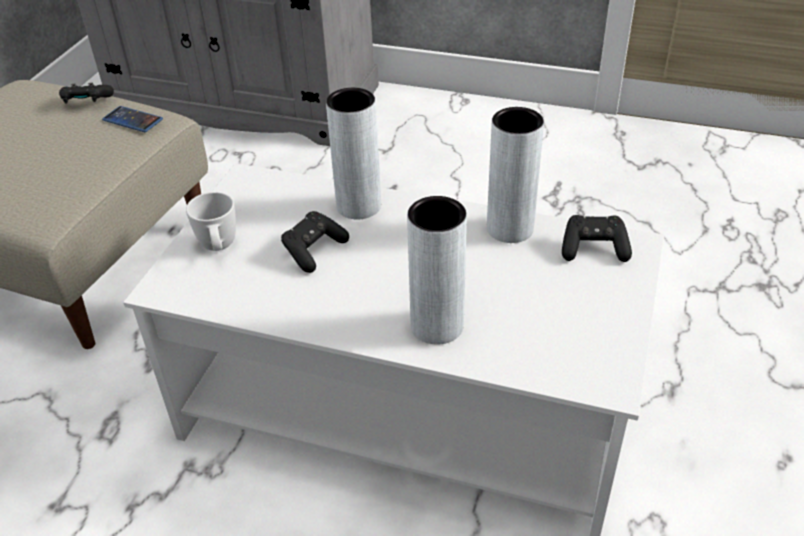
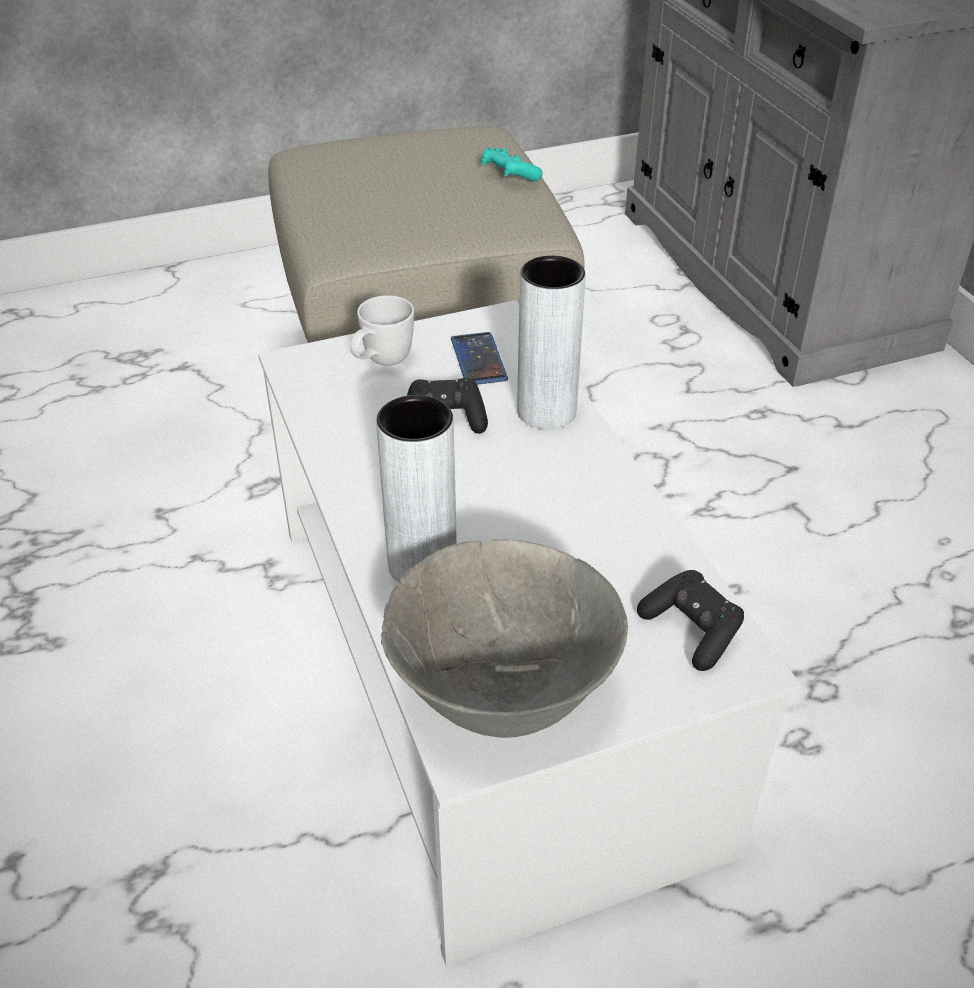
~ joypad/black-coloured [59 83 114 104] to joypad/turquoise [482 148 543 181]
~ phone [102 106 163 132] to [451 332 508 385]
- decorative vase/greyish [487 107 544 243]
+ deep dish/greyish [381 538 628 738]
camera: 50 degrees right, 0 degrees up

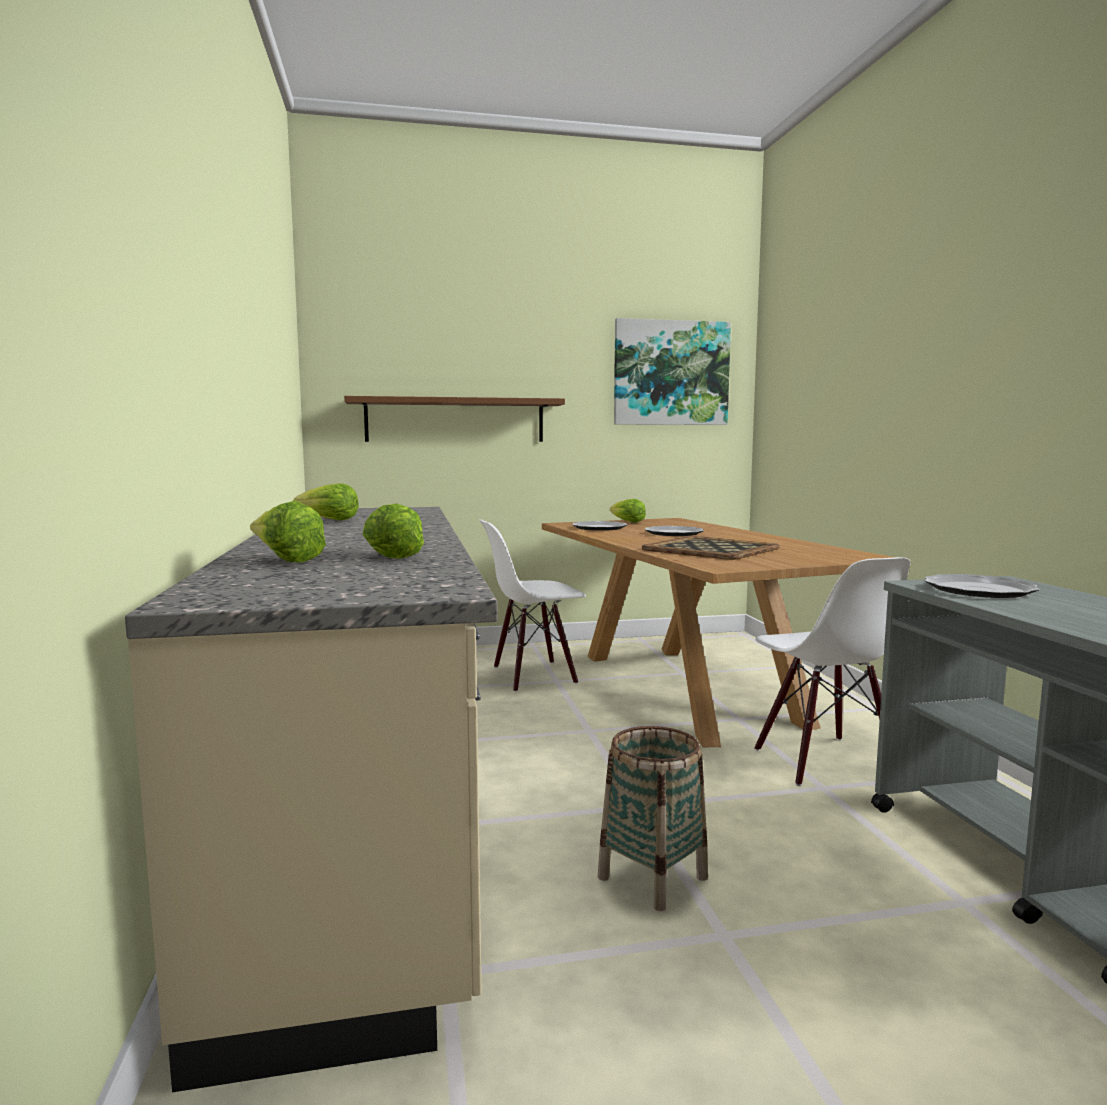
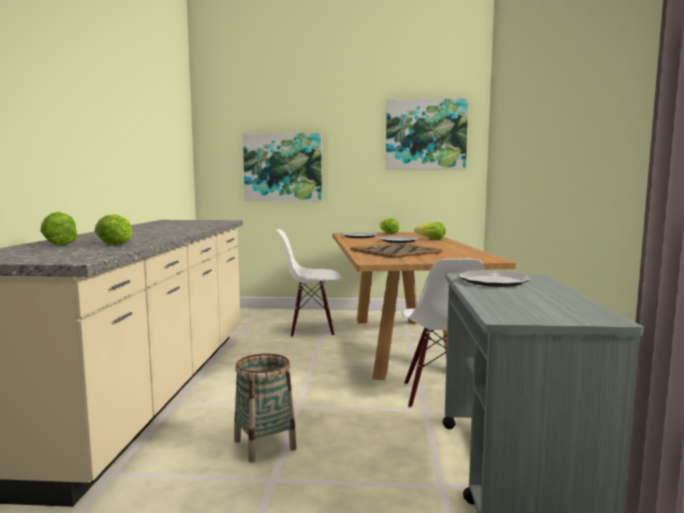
~ bracket shelf/brownish [344 396 565 442] to wall picture [243 133 322 201]
~ head of lettuce [293 484 359 520] to [415 222 445 239]
camera: 15 degrees right, 0 degrees up

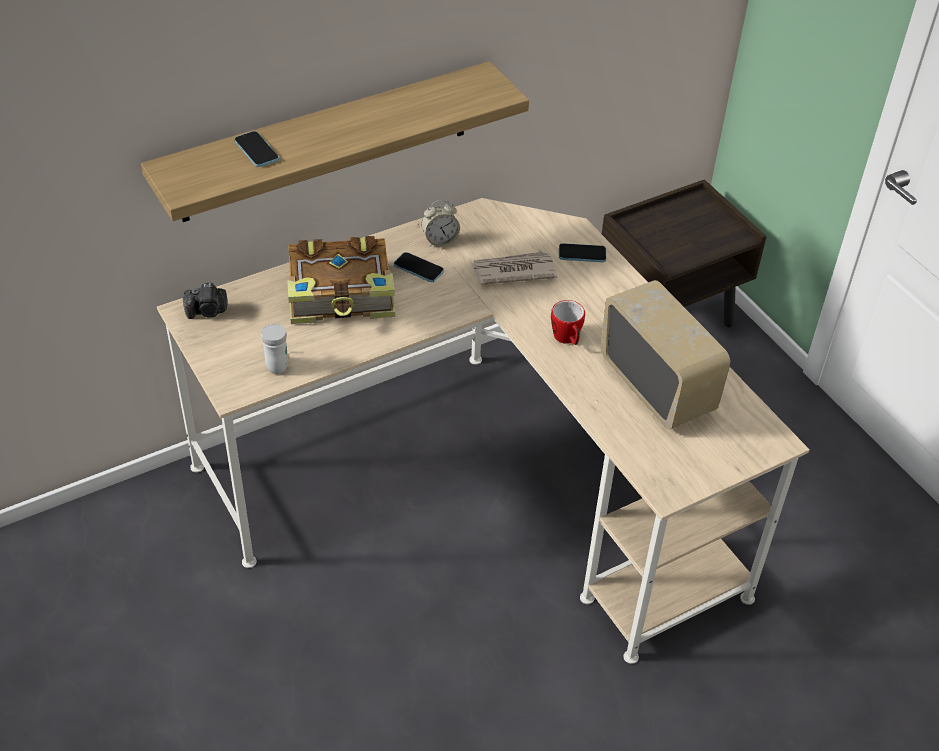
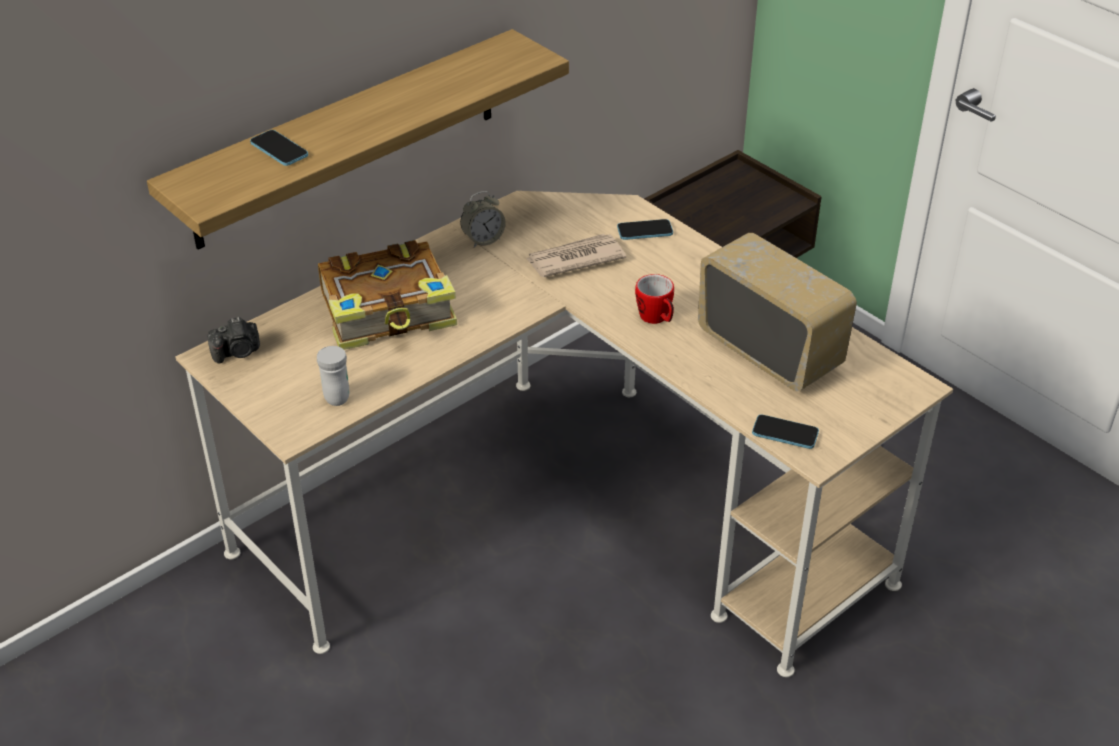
~ phone [394 252 444 282] to [752 415 819 449]
camera: 10 degrees left, 5 degrees down

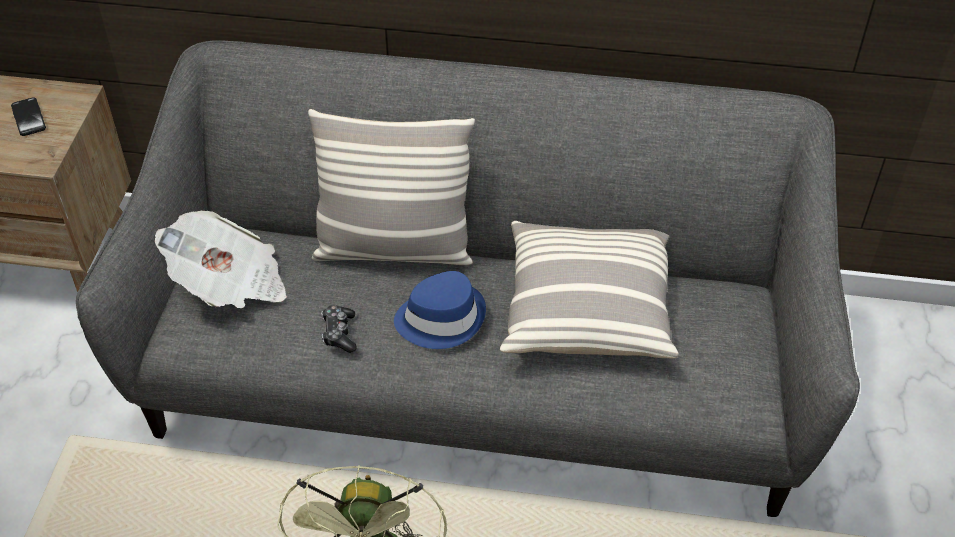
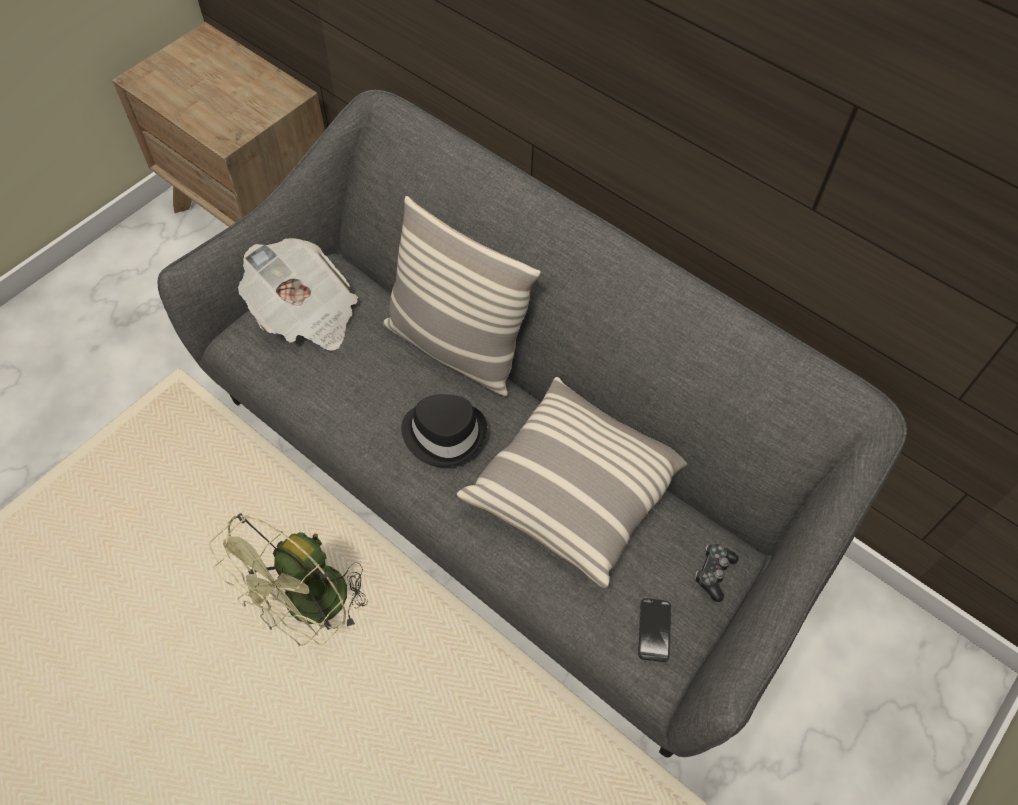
~ phone [11 97 46 136] to [638 598 671 662]
~ wearable hat/blue [394 271 486 349] to wearable hat/black-coloured [401 394 487 467]
~ joypad [321 305 357 353] to [695 544 739 602]
camera: 30 degrees right, 10 degrees up

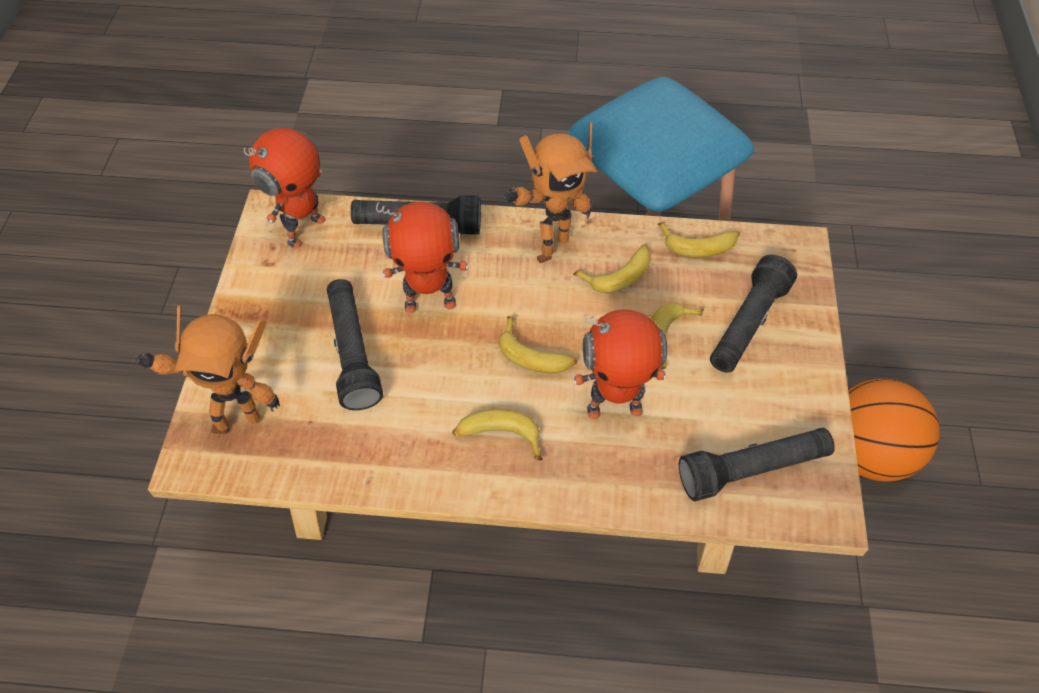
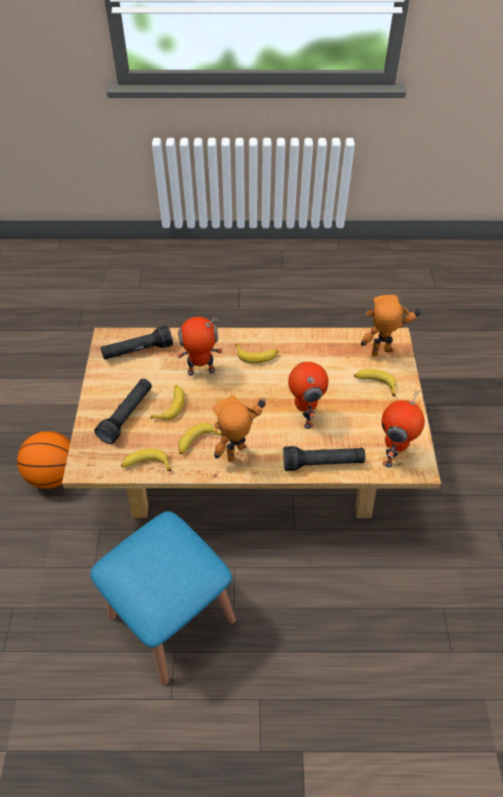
~ model robot [376 202 469 313] = [288 362 328 429] 90 degrees clockwise
- flashlight/black-coloured [327 279 383 410]
~ banana [499 316 577 373] to [354 369 397 396]
camera: 175 degrees right, 5 degrees down

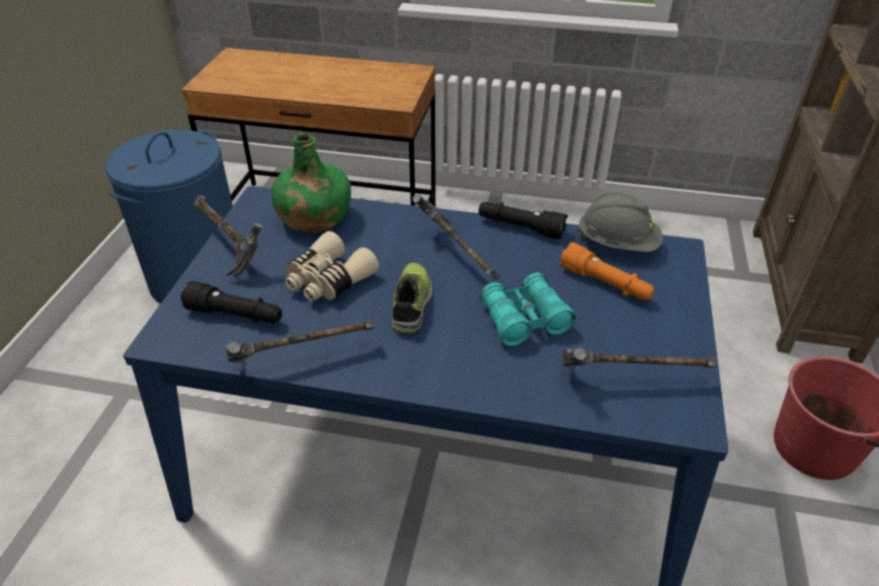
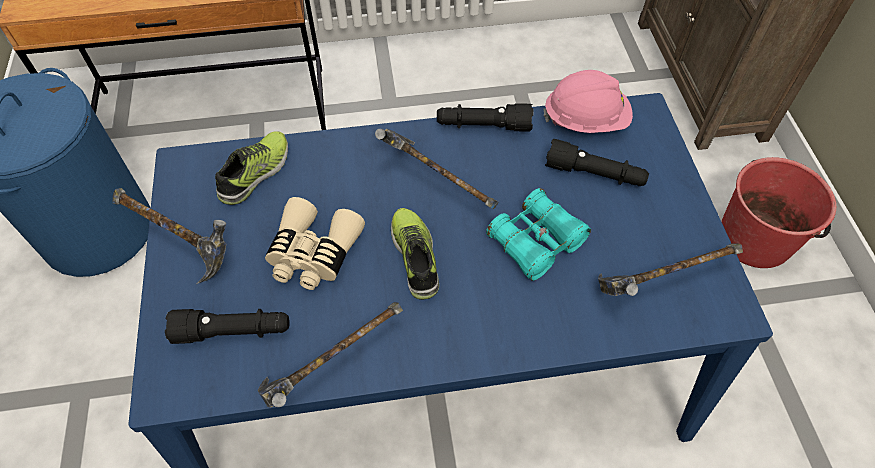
~ bottle/green [271 133 351 233] to shoe [215 131 288 205]
~ work helmet/greyish [577 192 663 252] to work helmet/pink-coloured [543 70 633 133]
~ flashlight/orange [560 242 655 300] to flashlight/black-coloured [545 139 649 186]
camera: 20 degrees left, 15 degrees up

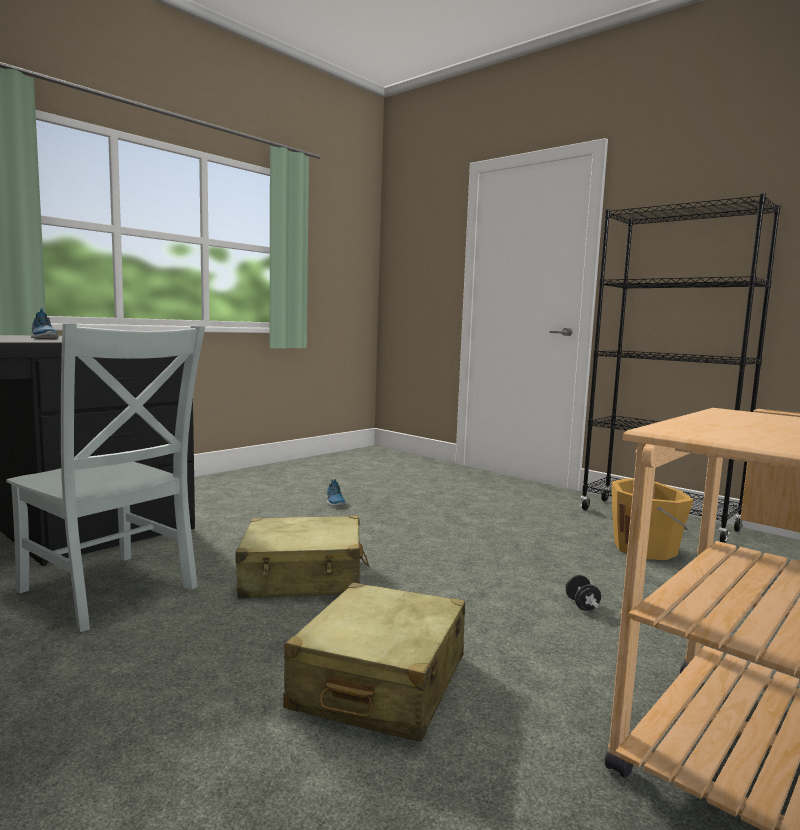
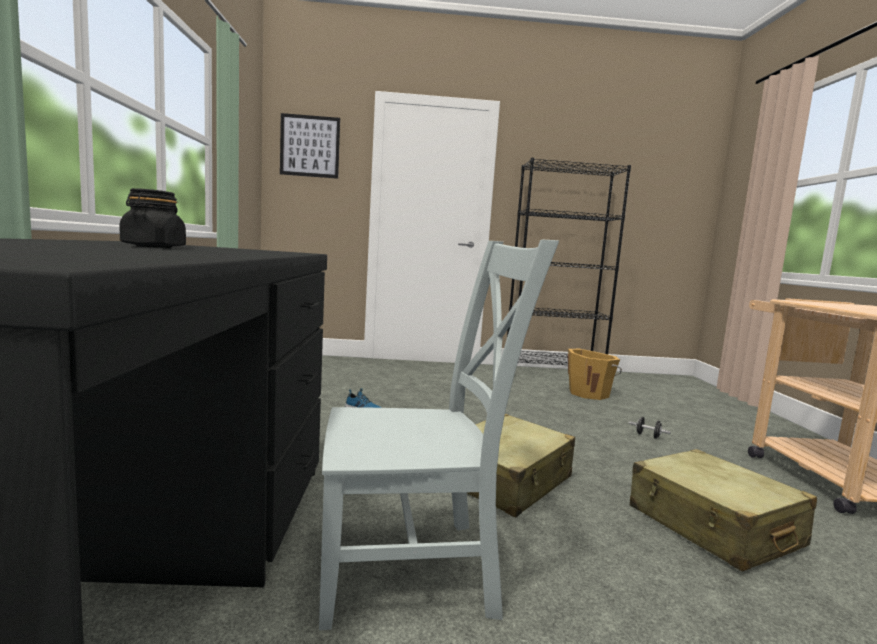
~ shoe [31 308 59 338] to storage jar/black-coloured [119 188 186 248]
+ wall picture [280 113 340 179]
camera: 45 degrees left, 0 degrees up

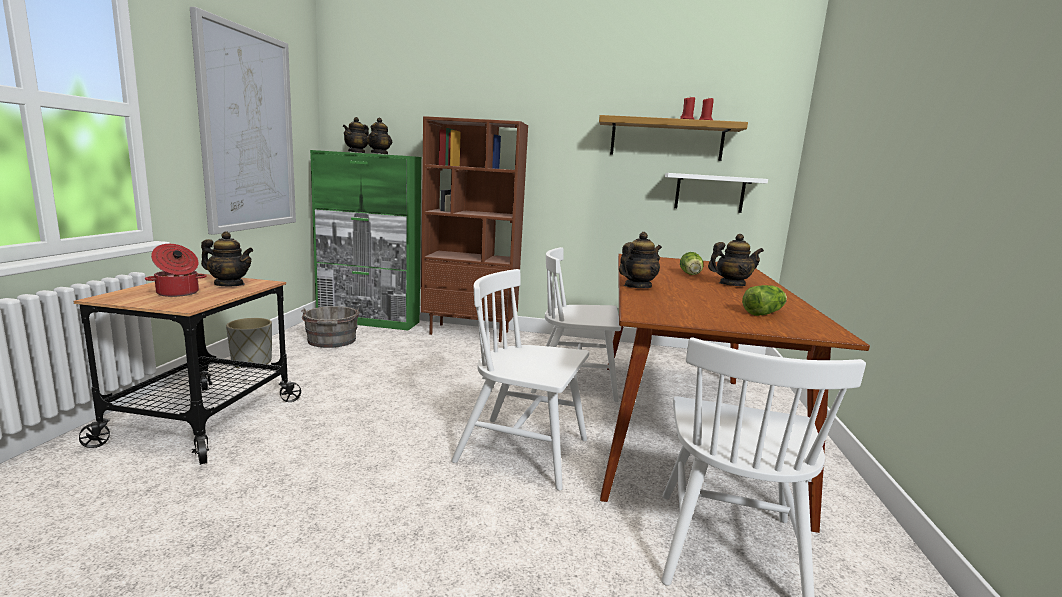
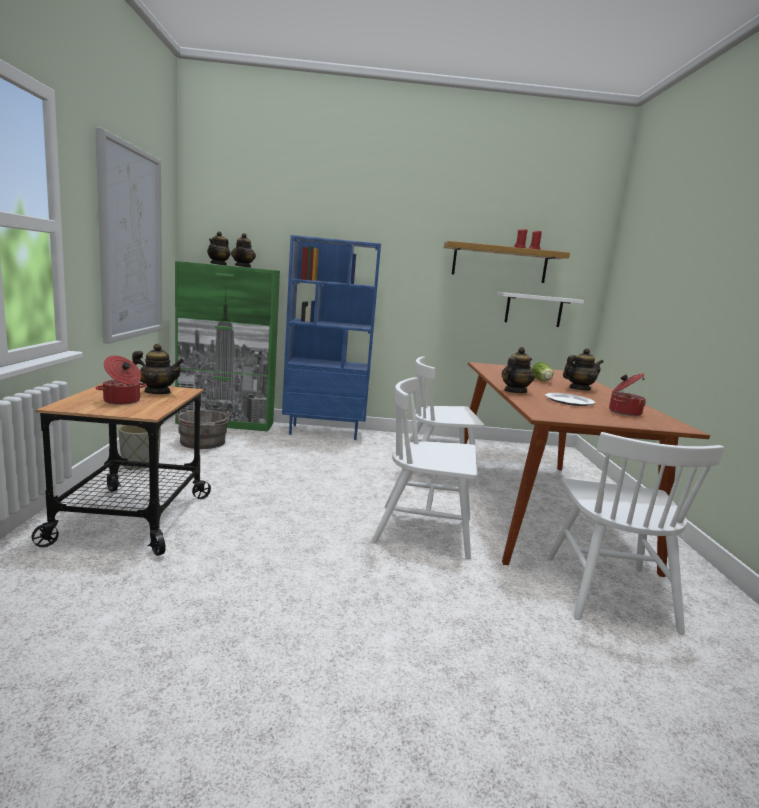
~ bookcase/brownish [421 116 528 342] to bookcase/blue [282 235 381 440]
~ head of lettuce [742 285 787 316] to stockpot [609 373 646 416]
+ plate [545 393 596 406]
camera: 10 degrees left, 0 degrees up

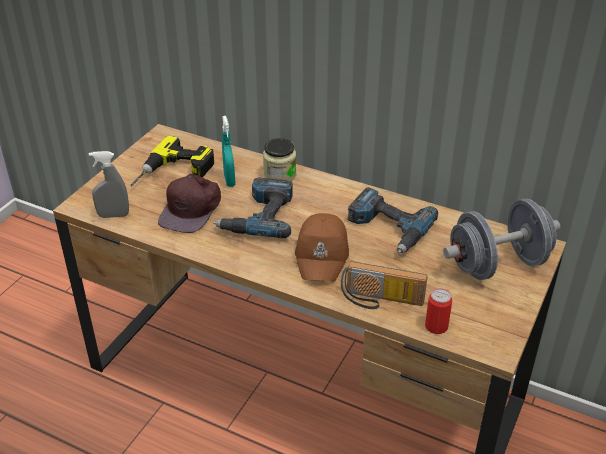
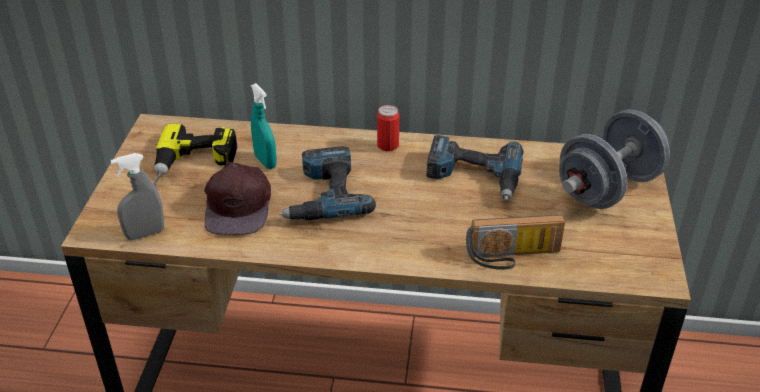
- storage jar [263 138 296 182]
- peaked cap/brownish [295 213 349 282]
~ metal can [425 288 452 334] to [377 105 399 151]
camera: 20 degrees left, 0 degrees up

